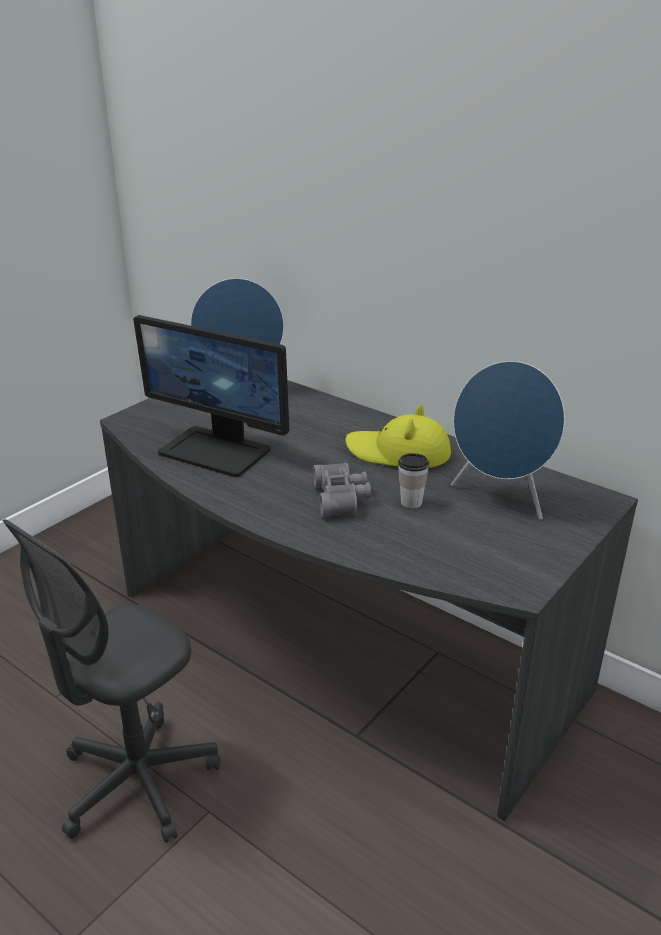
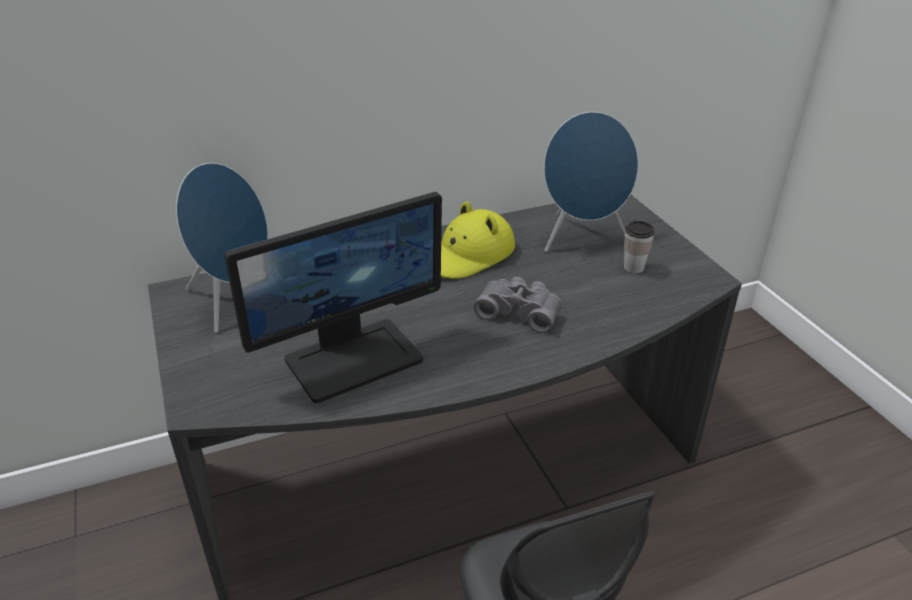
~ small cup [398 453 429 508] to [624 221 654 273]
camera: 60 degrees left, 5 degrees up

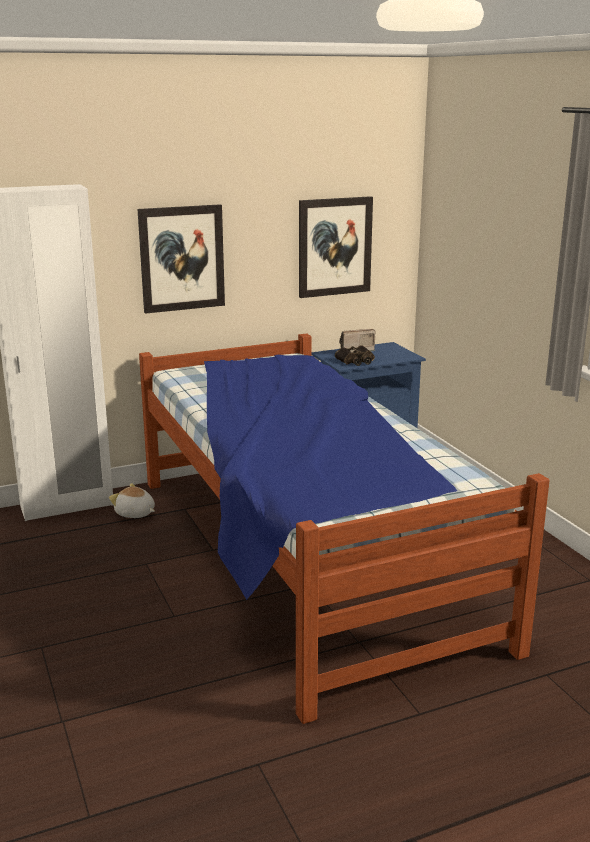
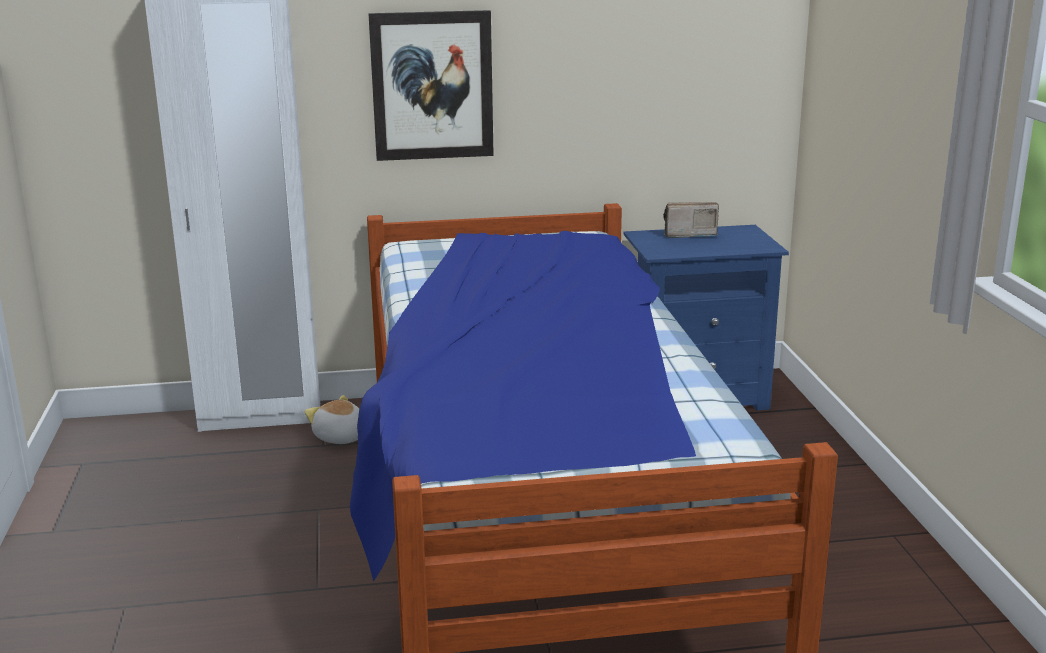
- wall picture [299 196 373 298]
- pair of binoculars [335 345 375 366]
camera: 15 degrees right, 0 degrees up

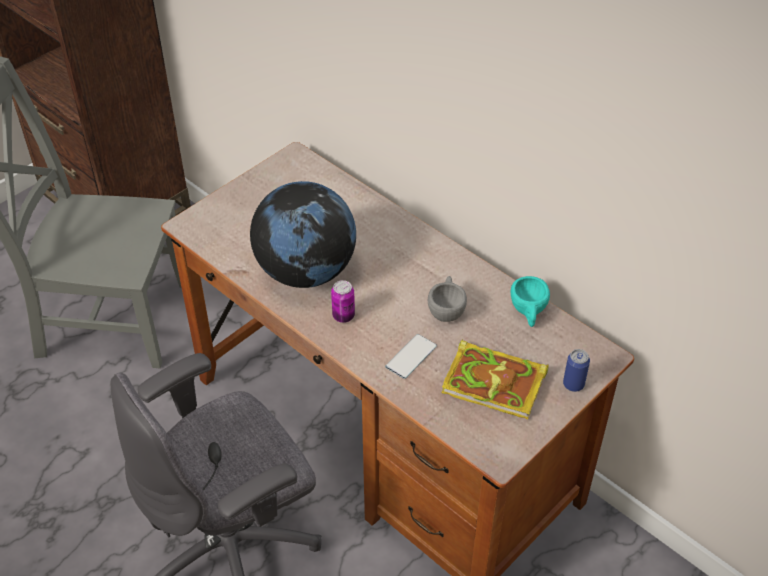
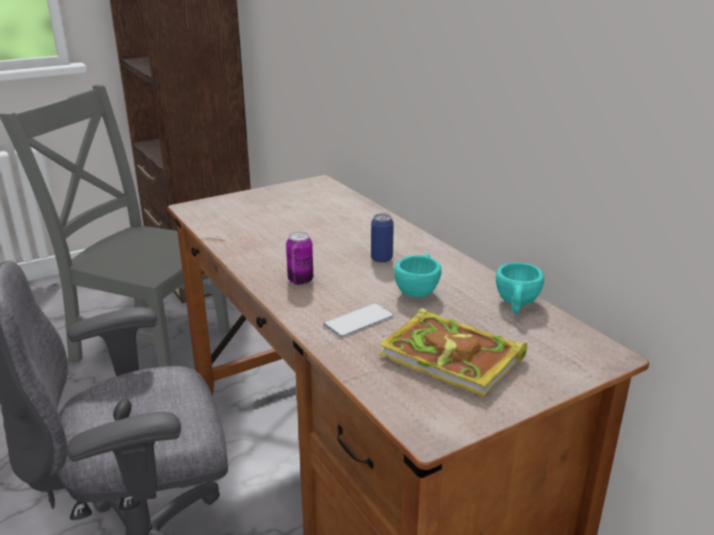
- world globe [250 181 356 288]
~ small cup/greyish [428 276 467 322] to small cup/turquoise [394 253 441 297]
~ metal can [563 349 590 392] to [371 213 394 263]
camera: 15 degrees right, 20 degrees down

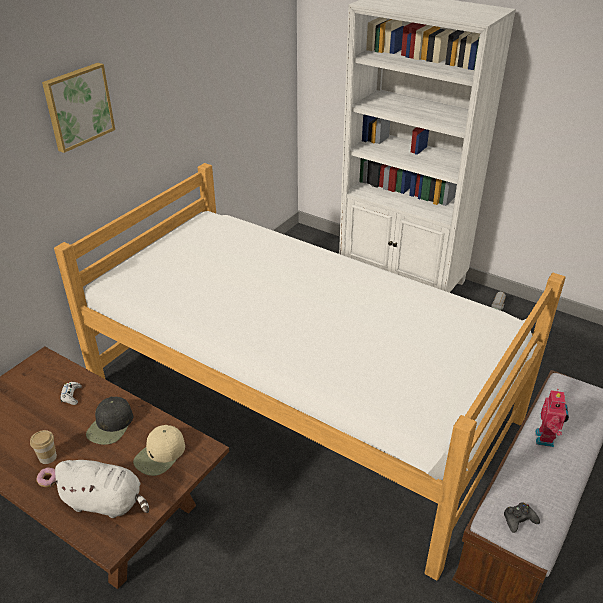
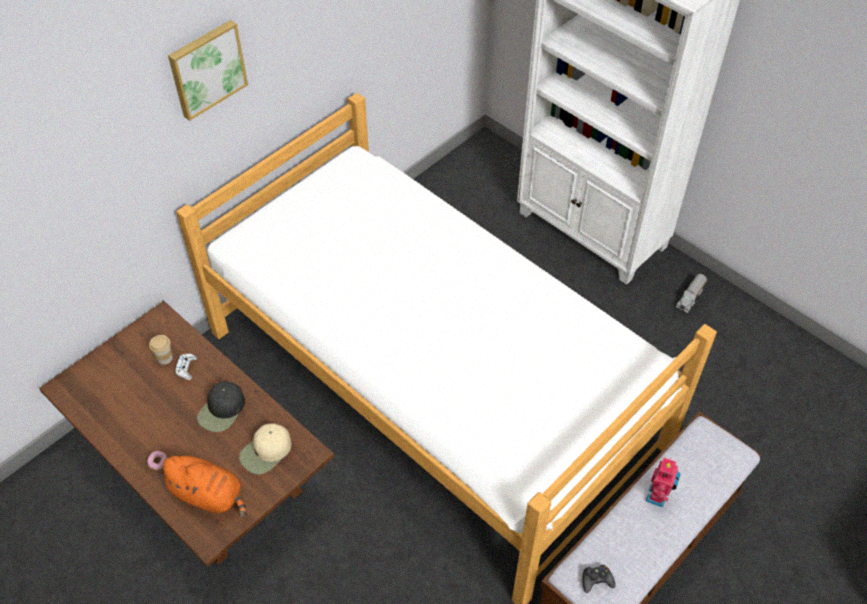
~ small cup [30 430 57 464] to [149 335 173 364]
~ soft toy/white [50 460 149 518] to soft toy/orange [158 456 246 518]
camera: 10 degrees right, 15 degrees up

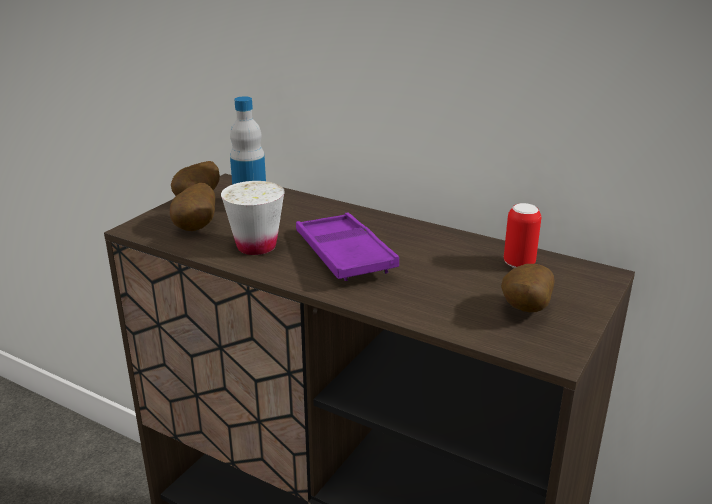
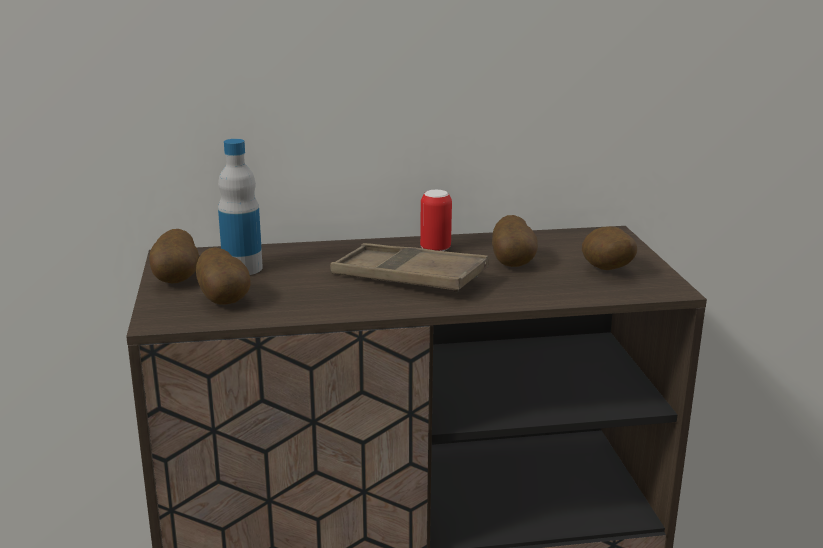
- small cup/white [221 181 285 255]
~ metal can [504 203 541 268] to [420 190 452 251]
~ serving tray/purple [296 213 399 281] to serving tray/brownish [330 243 489 292]
+ whole potato [492 215 538 267]
camera: 40 degrees left, 5 degrees down

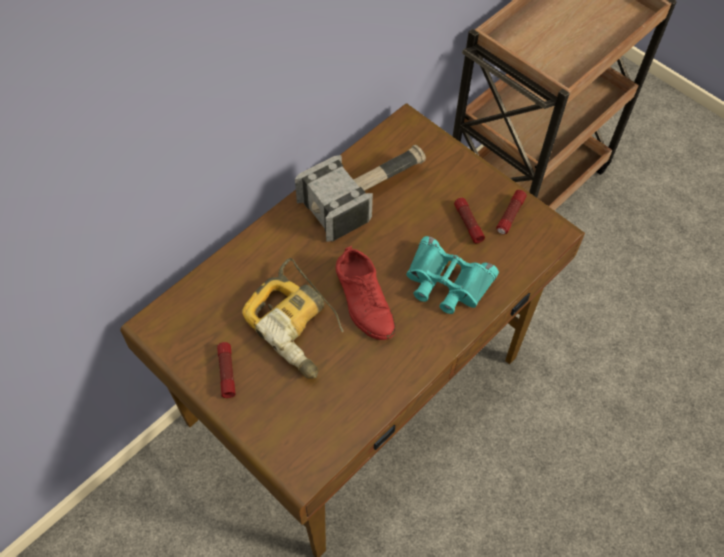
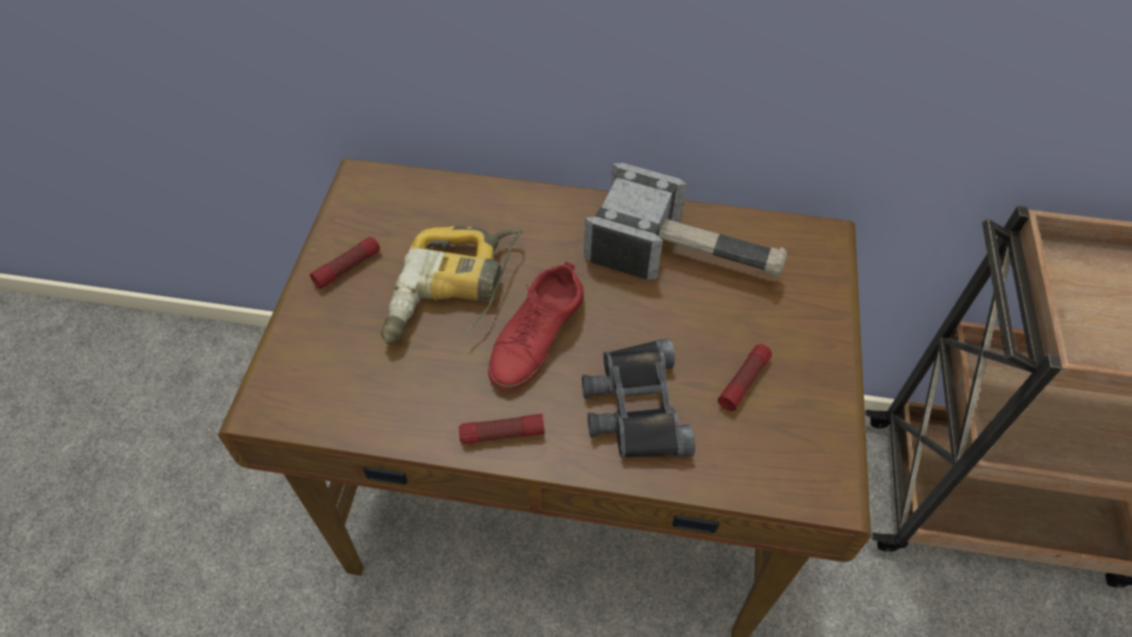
~ flashlight [496 190 527 234] to [459 414 545 444]
~ pair of binoculars/turquoise [406 236 499 314] to pair of binoculars/black-coloured [582 339 695 458]
camera: 55 degrees right, 5 degrees down

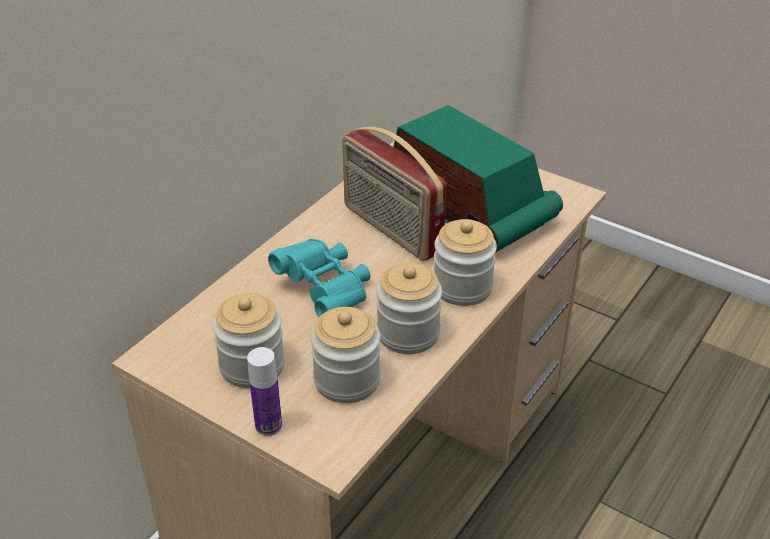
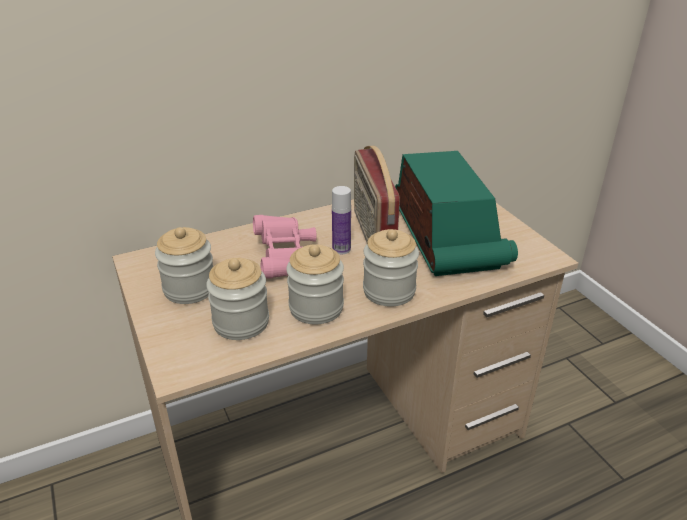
~ pair of binoculars/turquoise [268 239 371 317] to pair of binoculars/pink-coloured [253 215 317 278]
~ bottle [247 347 282 436] to [332 186 351 254]
camera: 30 degrees right, 5 degrees down

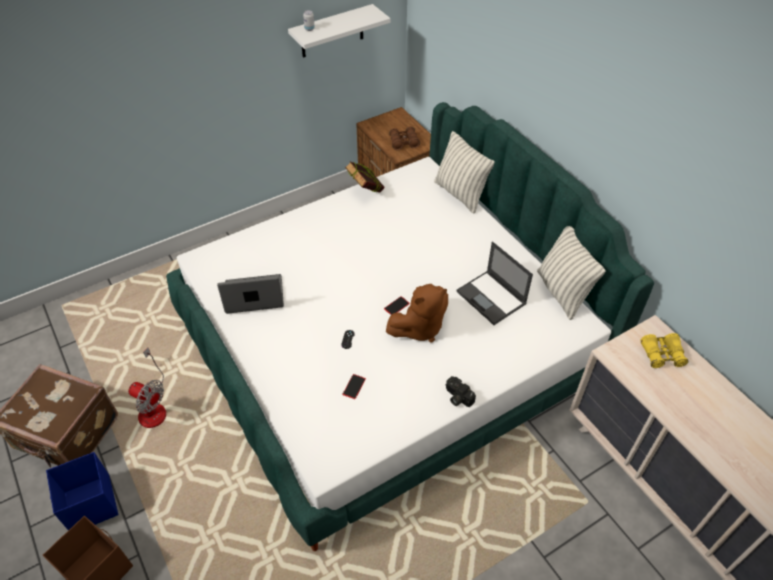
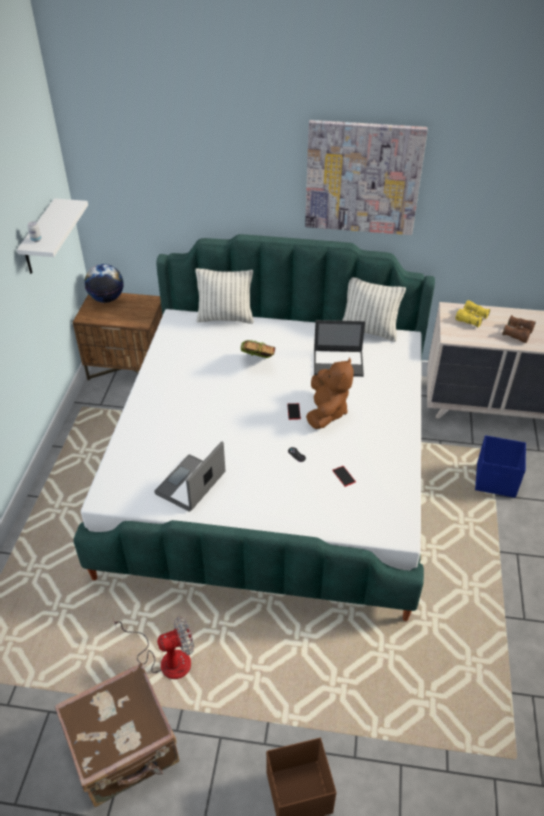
~ pair of binoculars/brownish [389 126 420 150] to [502 315 536 343]
~ book [345 162 385 193] to [240 340 275 358]
- still camera [445 376 476 407]
~ storage container/blue [46 452 118 531] to [475 435 526 498]
+ wall picture [305 120 428 235]
+ world globe [84 264 124 303]
camera: 50 degrees left, 5 degrees down

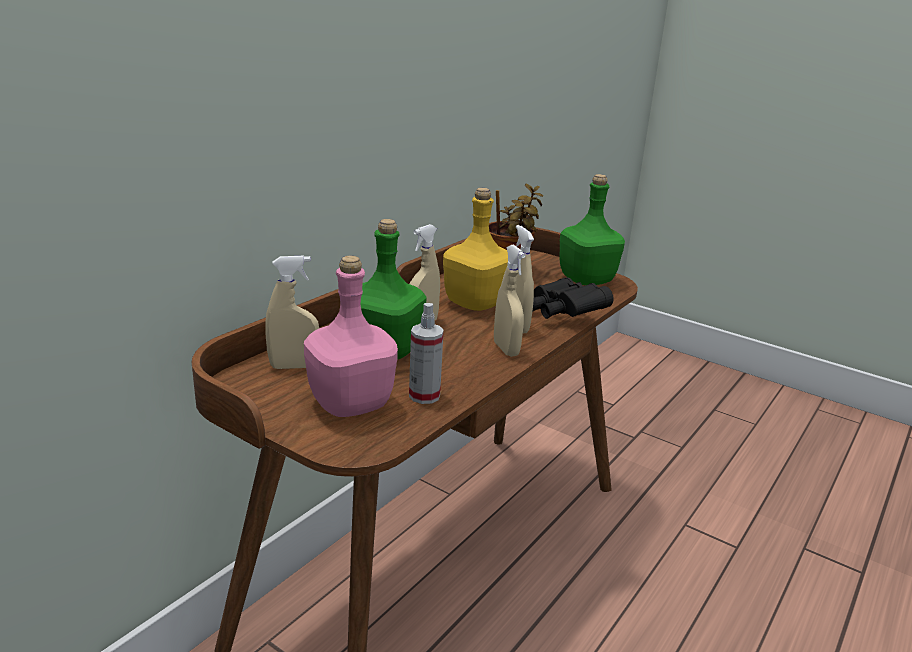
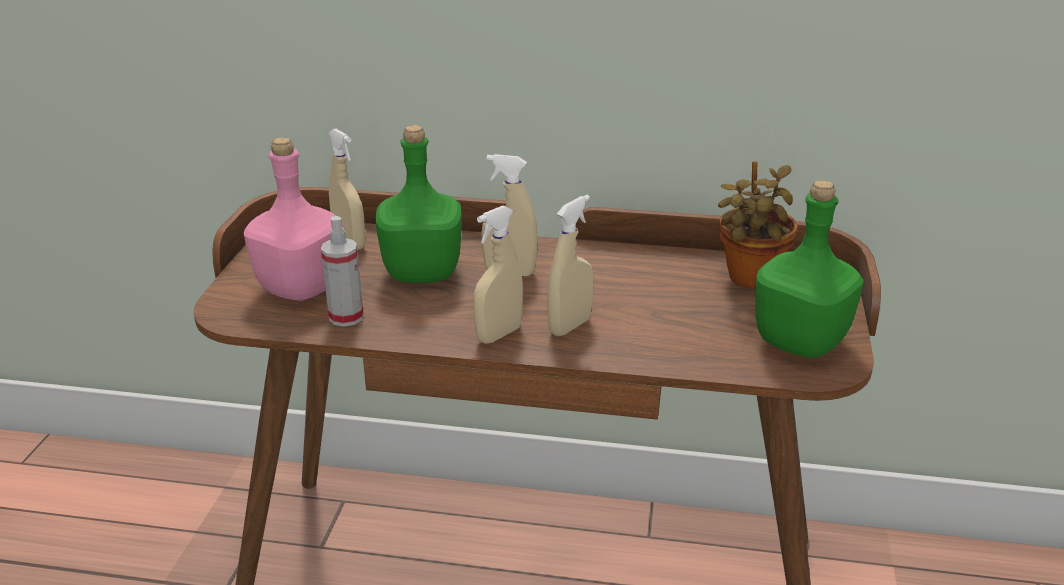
- bottle/yellow [443 188 508 311]
- pair of binoculars/black-coloured [532 277 613 319]
camera: 65 degrees right, 5 degrees up

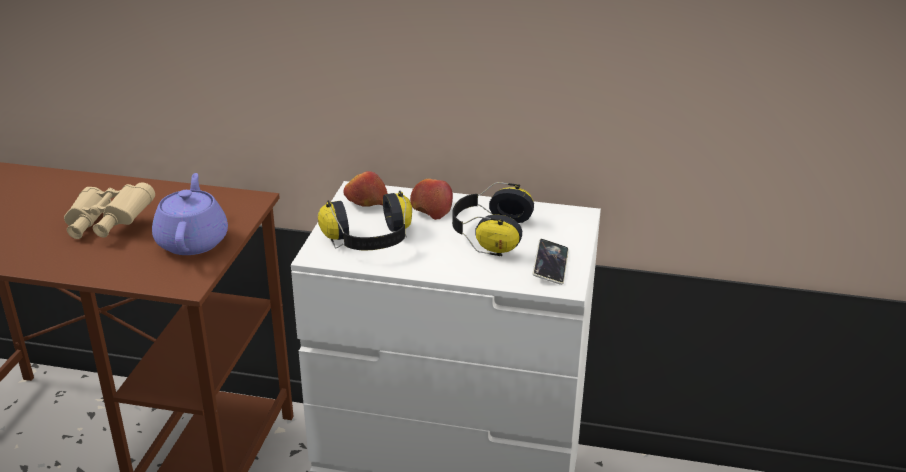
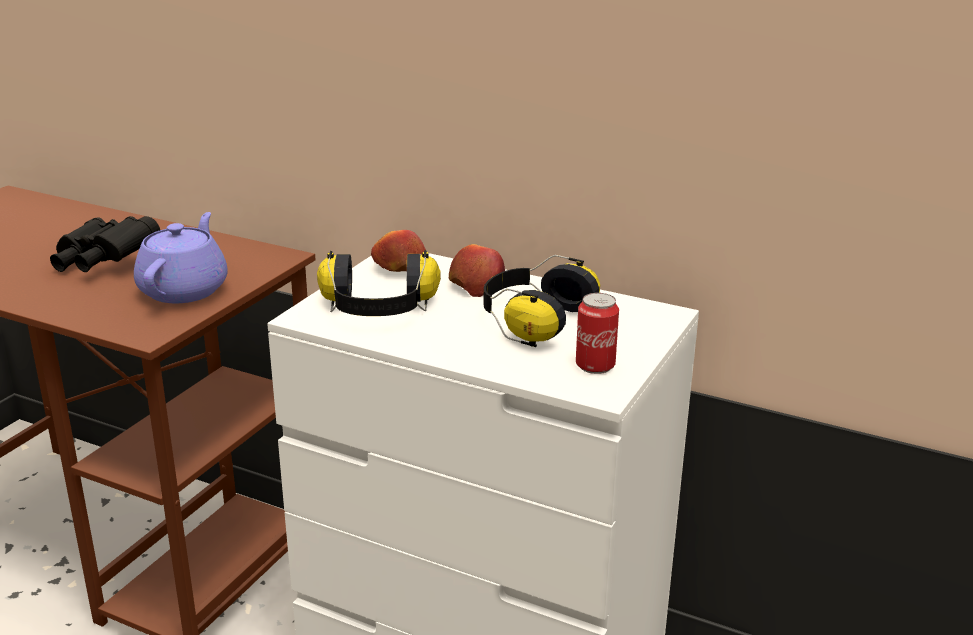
~ pair of binoculars/beige-coloured [64 183 155 239] to pair of binoculars/black-coloured [50 216 160 272]
~ phone [533 239 569 285] to metal can [576 293 619 374]
camera: 15 degrees right, 5 degrees down

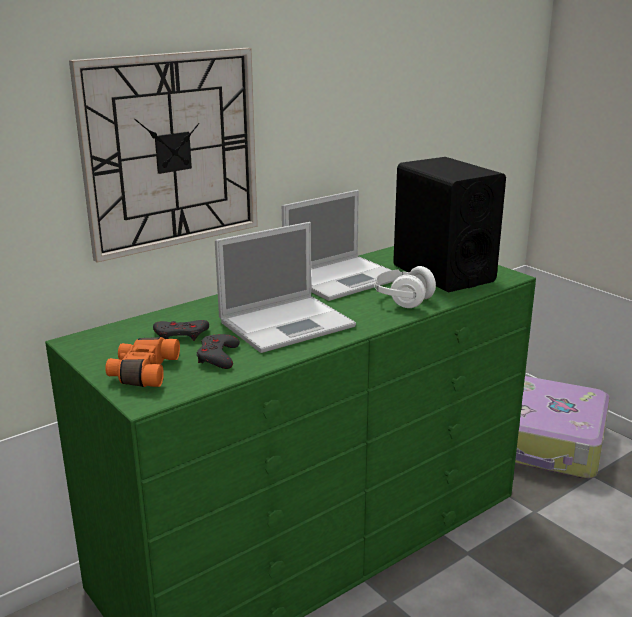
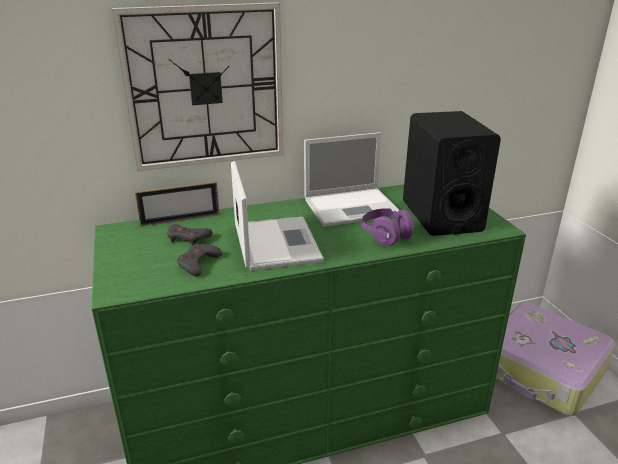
~ notebook computer [215 222 356 353] = [231 161 324 271] 90 degrees counterclockwise
~ headphones/white [374 266 437 308] to headphones/purple [361 208 416 246]
- pair of binoculars/orange [105 337 180 387]
+ photo frame [135 181 220 227]
camera: 20 degrees right, 5 degrees up

